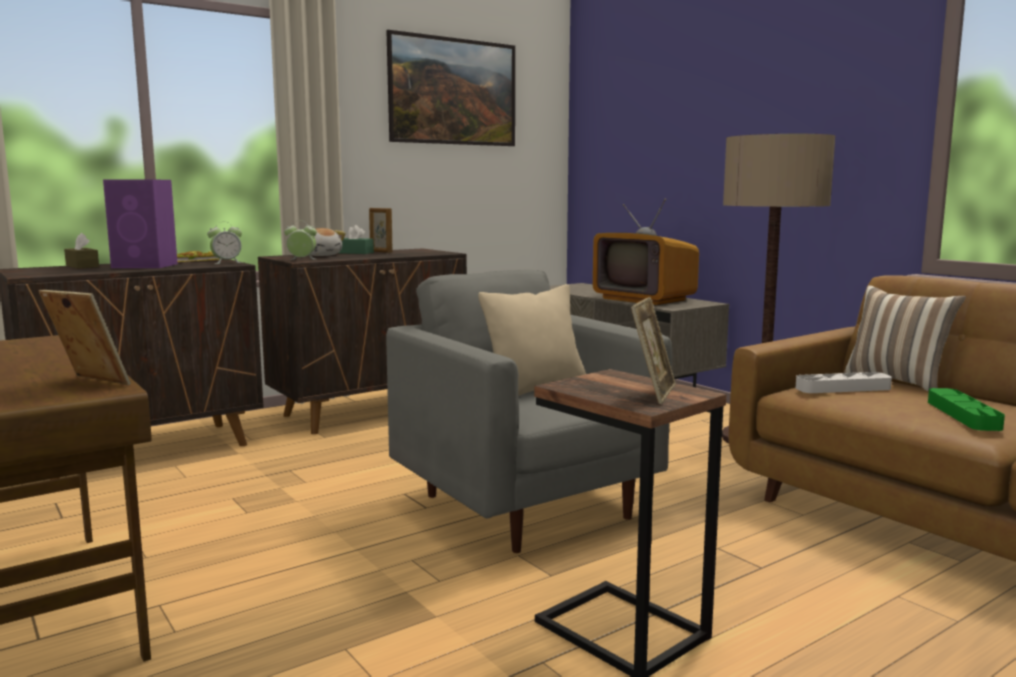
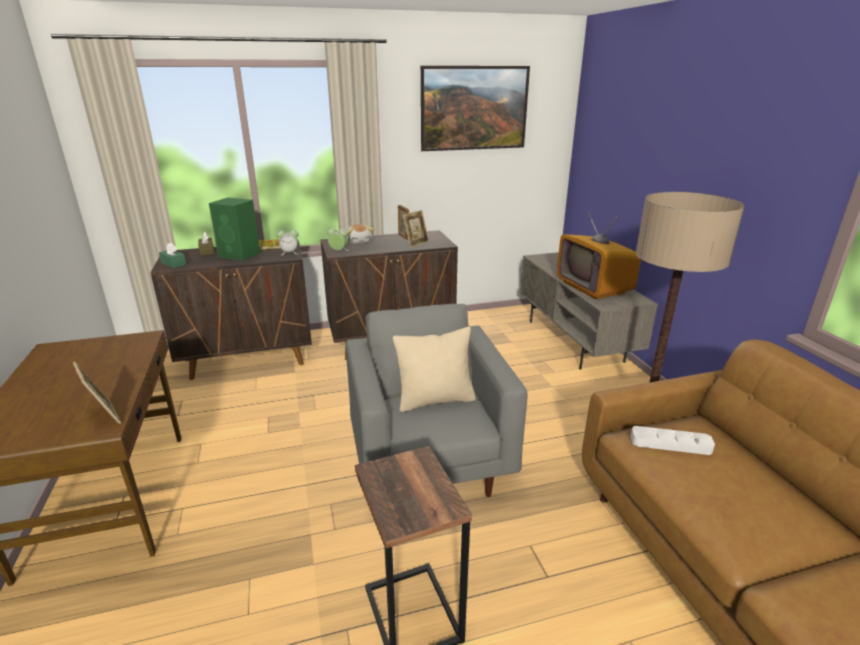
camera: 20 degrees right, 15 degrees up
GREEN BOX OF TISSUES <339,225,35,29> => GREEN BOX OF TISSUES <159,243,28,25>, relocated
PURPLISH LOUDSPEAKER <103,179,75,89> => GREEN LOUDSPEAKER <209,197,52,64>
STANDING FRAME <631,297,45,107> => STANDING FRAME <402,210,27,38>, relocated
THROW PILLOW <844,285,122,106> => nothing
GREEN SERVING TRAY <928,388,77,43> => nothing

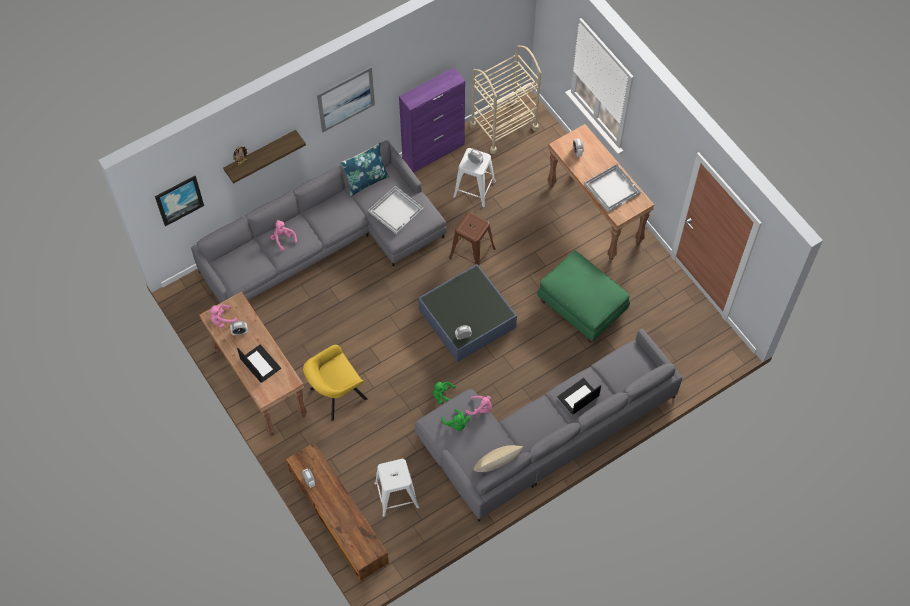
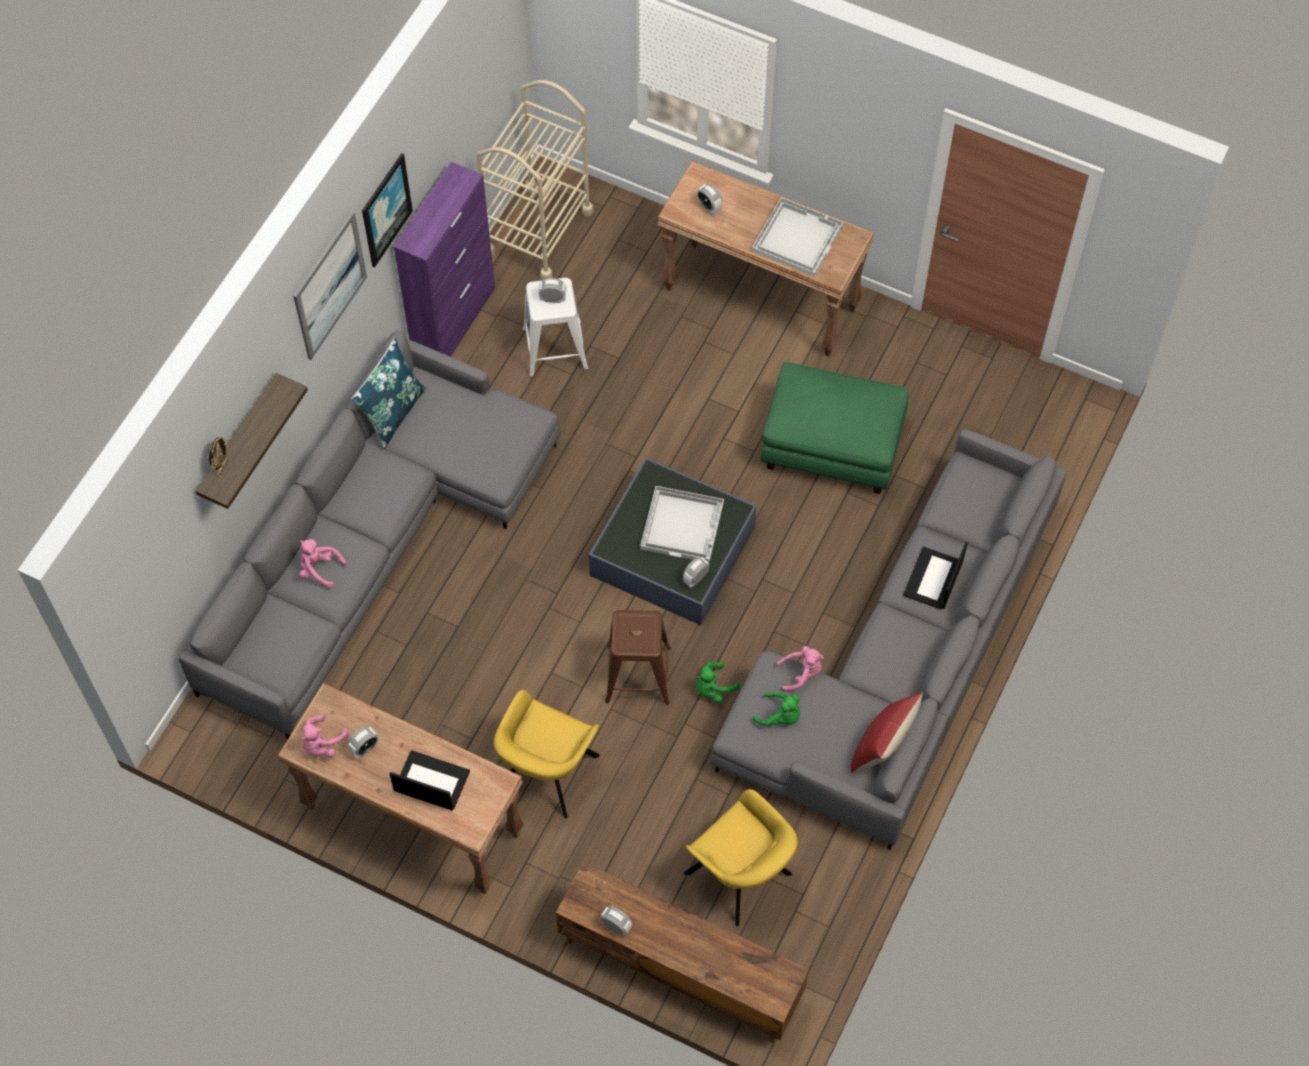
camera: 30 degrees left, 0 degrees up
PICTURE <155,176,49,50> => PICTURE <362,153,51,114>, relocated
BROWN-COLOURED SITTING STOOL <449,212,47,54> => BROWN-COLOURED SITTING STOOL <605,610,66,95>, relocated
WHITE-COLOURED SERVING TRAY <368,186,56,48> => WHITE-COLOURED SERVING TRAY <640,486,84,77>, relocated
WHITE-COLOURED SITTING STOOL <374,459,45,58> => YELLOW-COLOURED LOUNGE CHAIR <684,789,114,138>
BEIGE-COLOURED THROW PILLOW <473,445,51,27> => REDDISH THROW PILLOW <851,692,72,81>

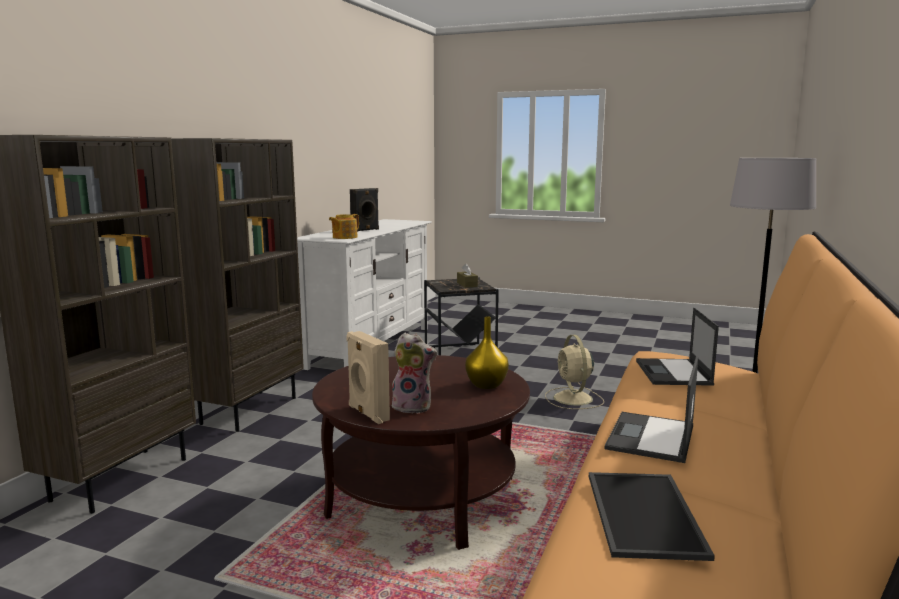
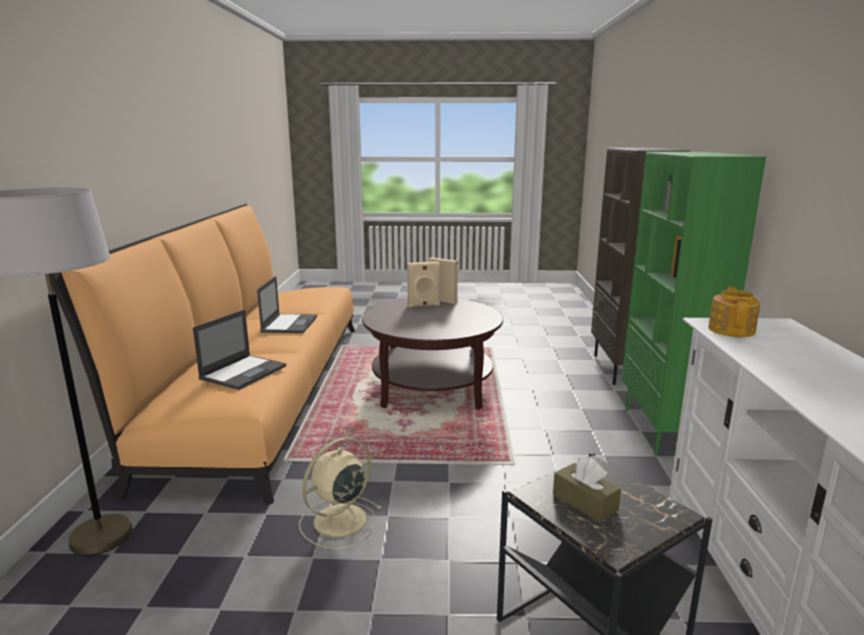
camera: 160 degrees right, 5 degrees up
PORTABLE COMPUTER <636,308,83,78> => PORTABLE COMPUTER <193,310,93,80>, 45 degrees clockwise
BEIGE-COLOURED ELECTRIC FAN <545,335,59,74> => BEIGE-COLOURED ELECTRIC FAN <299,437,82,112>, 105 degrees counterclockwise
CUDDLY TOY <392,333,45,80> => BEIGE-COLOURED LOUDSPEAKER <407,261,33,46>
BROWN-COLOURED BOOKSHELF <171,138,133,294> => GREEN BOOKSHELF <622,152,144,303>
BLACKISH LOUDSPEAKER <350,188,29,44> => nothing
YELLOW-COLOURED FLOWER VASE <465,316,44,73> => nothing
SERVING TRAY <589,472,126,89> => nothing

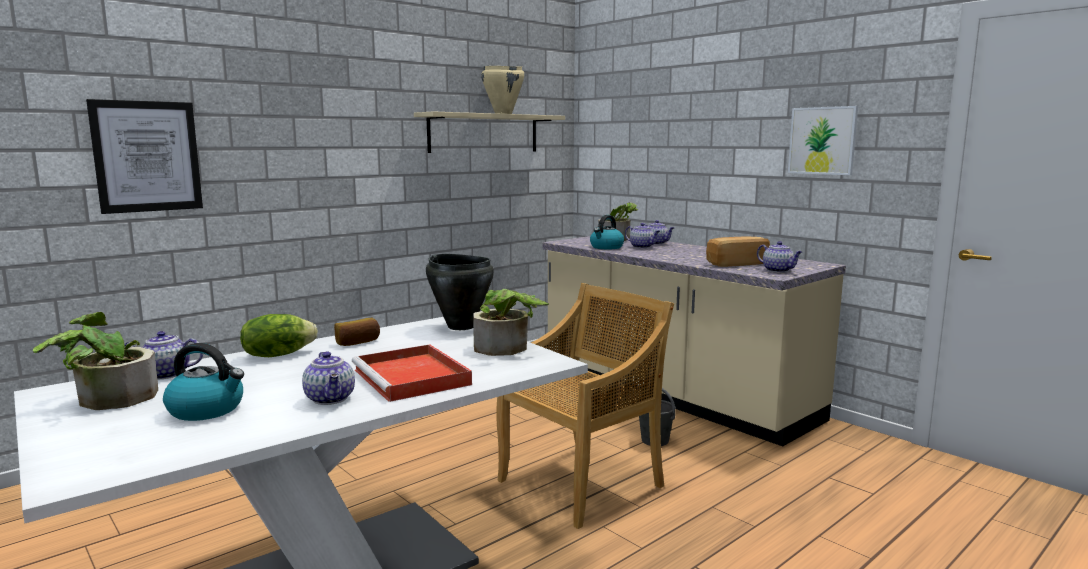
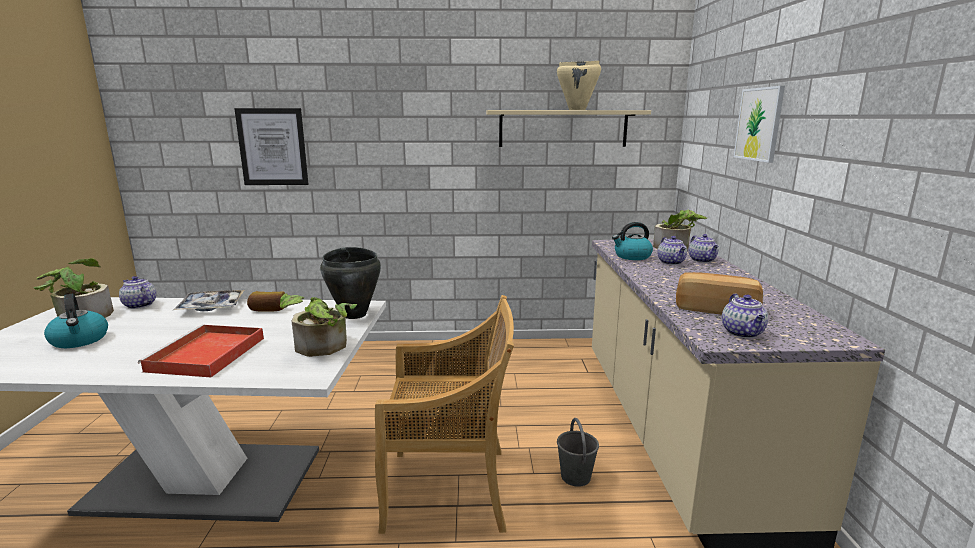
camera: 40 degrees right, 5 degrees up
LETTUCE HEAD <240,314,78,43> => SERVING TRAY <172,290,72,21>
PICTURE <788,106,70,69> => PICTURE <734,86,51,77>, relocated
TEAPOT <302,351,53,54> => nothing

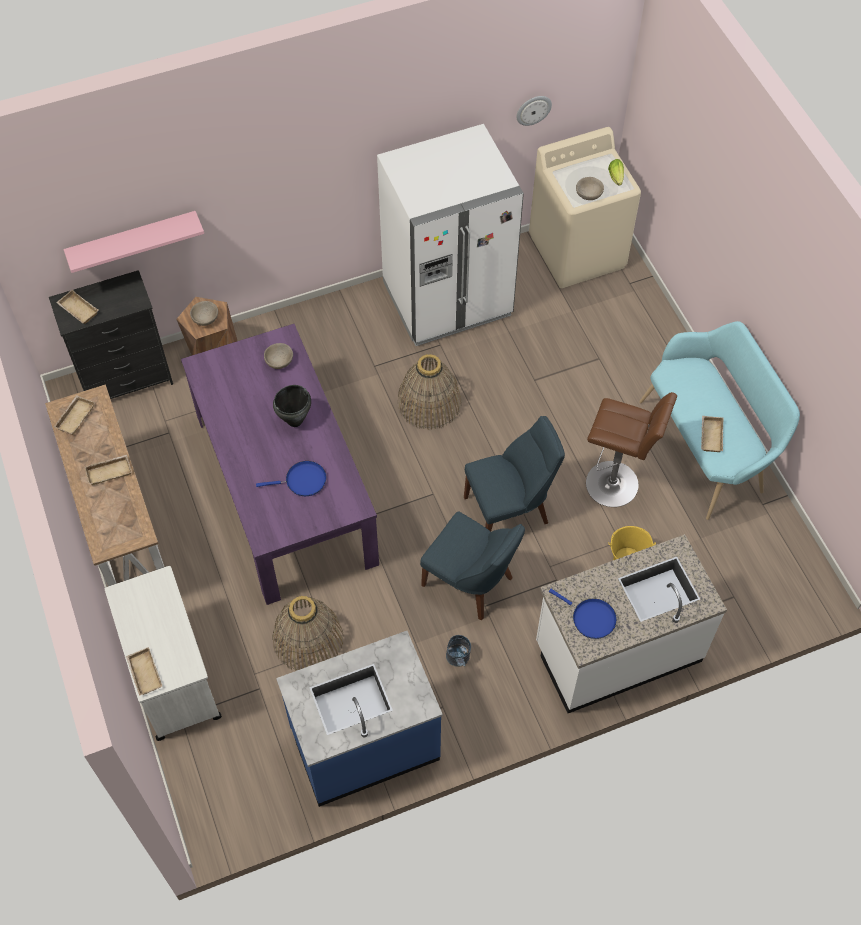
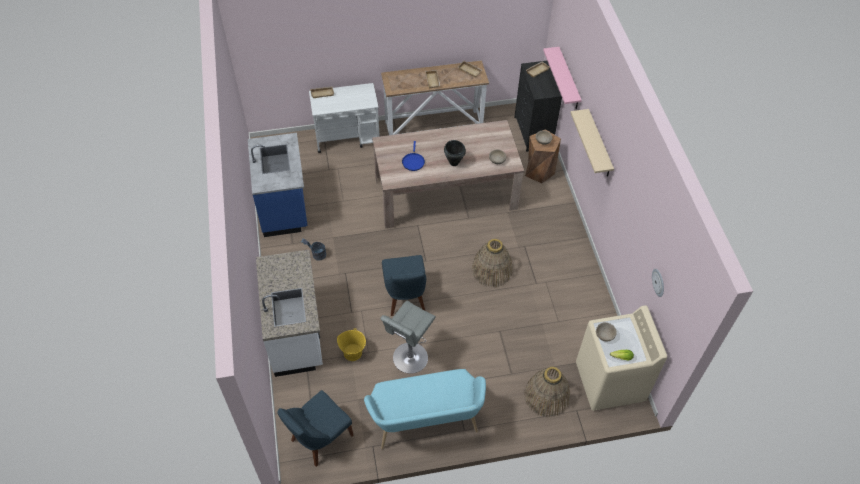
camera: 100 degrees right, 5 degrees down
BLUE-COLOURED CHAIR <420,511,105,110> => BLUE-COLOURED CHAIR <277,390,76,77>, relocated
PURPLISH KITCHEN TABLE <181,324,198,281> => BEIGE-COLOURED KITCHEN TABLE <372,120,153,108>
BROWN-COLOURED SITTING STOOL <586,392,91,115> => GREY SITTING STOOL <380,301,56,73>
BASKET <273,596,71,75> => BASKET <524,367,46,50>, relocated
nothing => BEIGE-COLOURED BRACKET SHELF <571,109,43,68>
WHITE-COLOURED REFRIGERATOR <377,124,147,222> => nothing
BLUE-COLOURED SKILLET <549,589,68,50> => nothing
BEIGE-COLOURED SERVING TRAY <701,416,23,36> => nothing

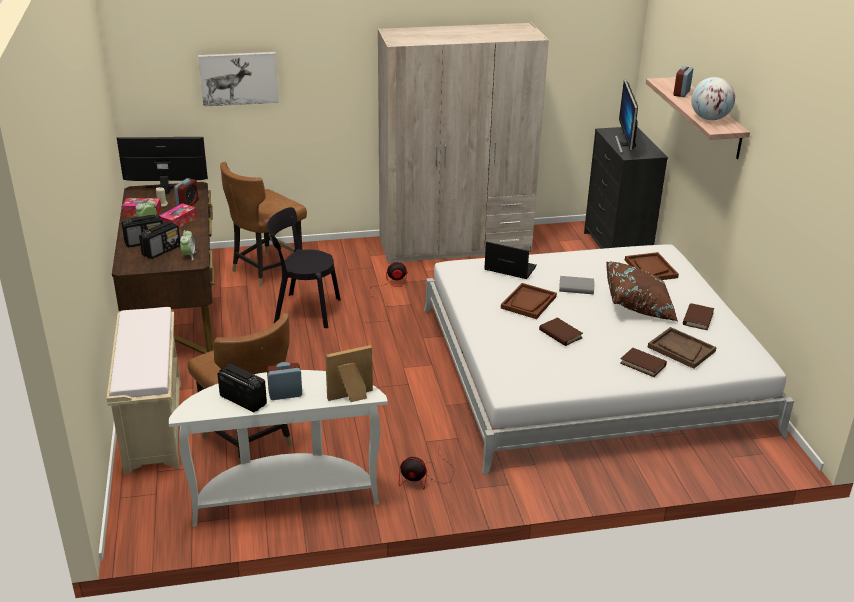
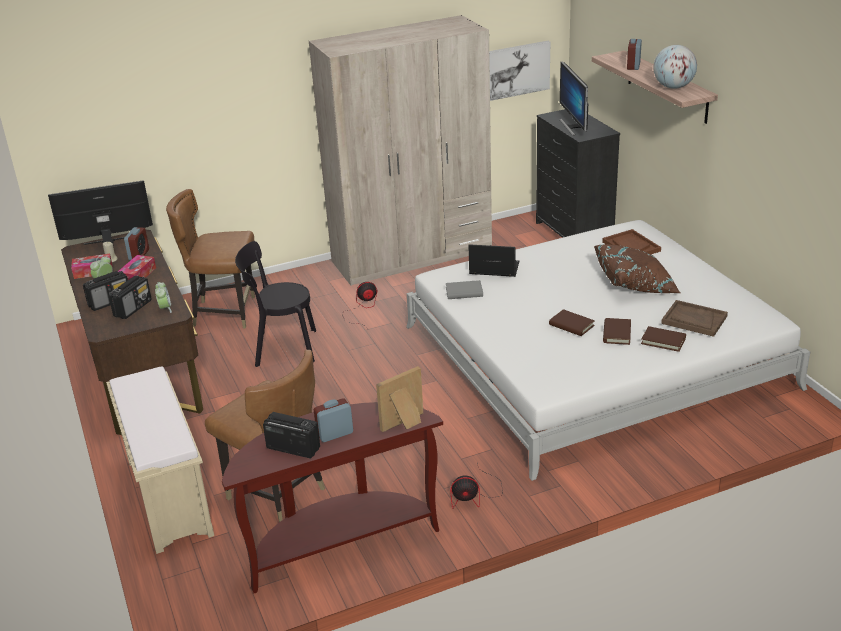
camera: 10 degrees left, 0 degrees up
BROWN-COLOURED CHAIR <220,162,87,125> => BROWN-COLOURED CHAIR <166,189,89,139>, 60 degrees clockwise
WHITE-COLOURED HALL TABLE <169,370,219,157> => BROWN-COLOURED HALL TABLE <222,402,221,191>
GREY BOUND BOOK <559,276,35,18> => GREY BOUND BOOK <446,280,37,19>, relocated
PICTURE <198,52,81,55> => PICTURE <489,41,61,60>, relocated
BROWN-COLOURED BOUND BOOK <683,303,31,27> => BROWN-COLOURED BOUND BOOK <603,318,28,27>, relocated
BROWN-COLOURED SERVING TRAY <501,283,56,36> => nothing

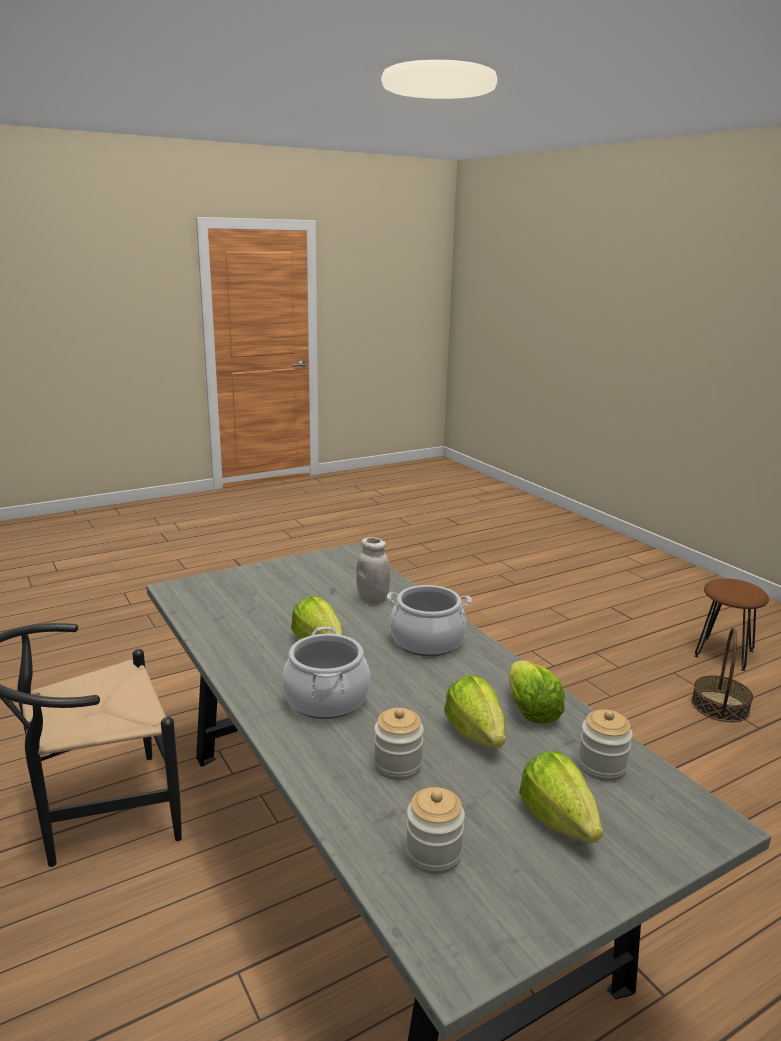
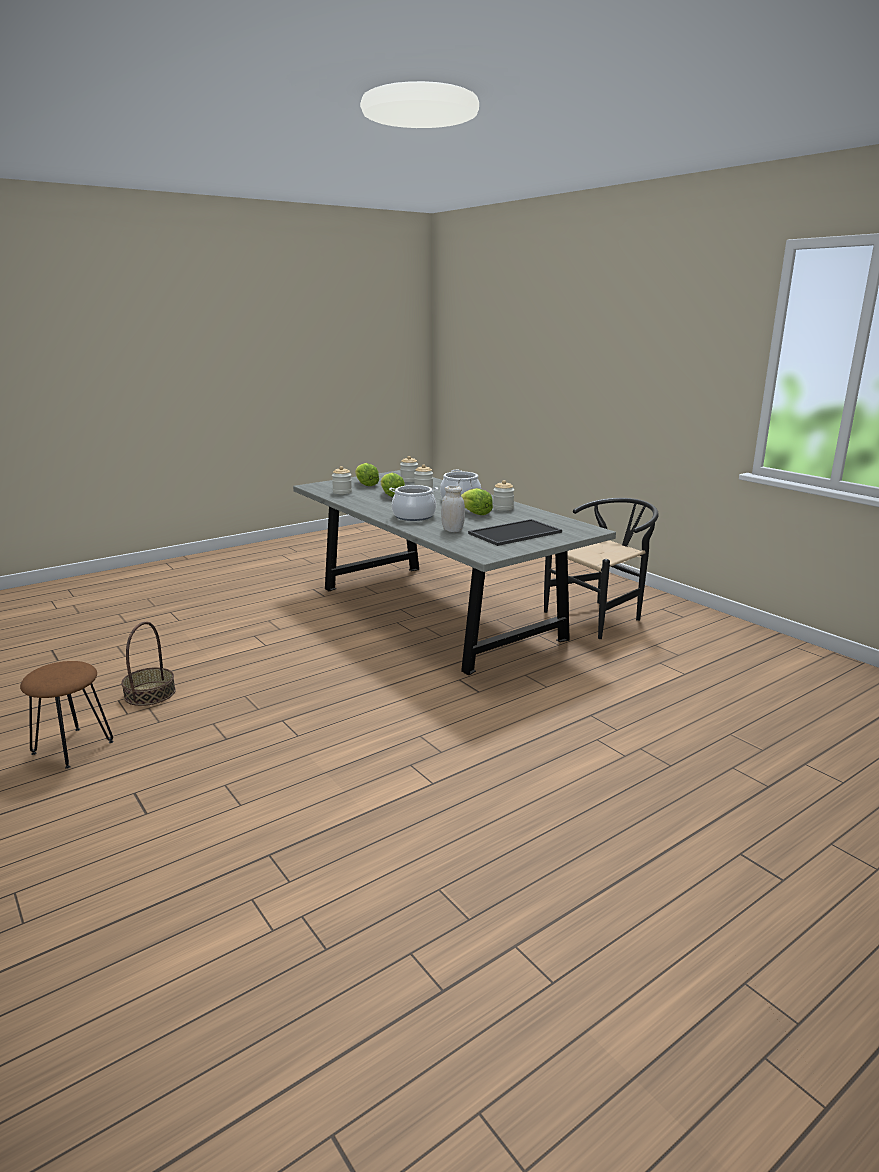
camera: 175 degrees right, 0 degrees up
nothing => SERVING TRAY <468,519,94,27>
nothing => PRESERVE JAR <493,480,21,31>
LETTUCE HEAD <509,660,56,64> => nothing

